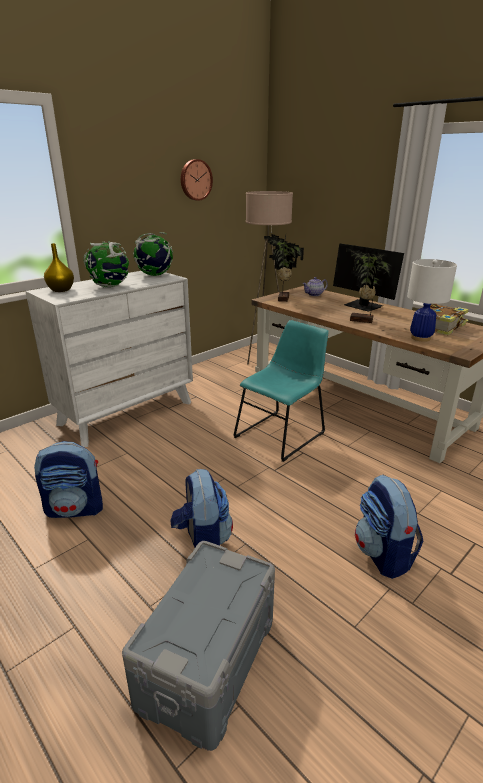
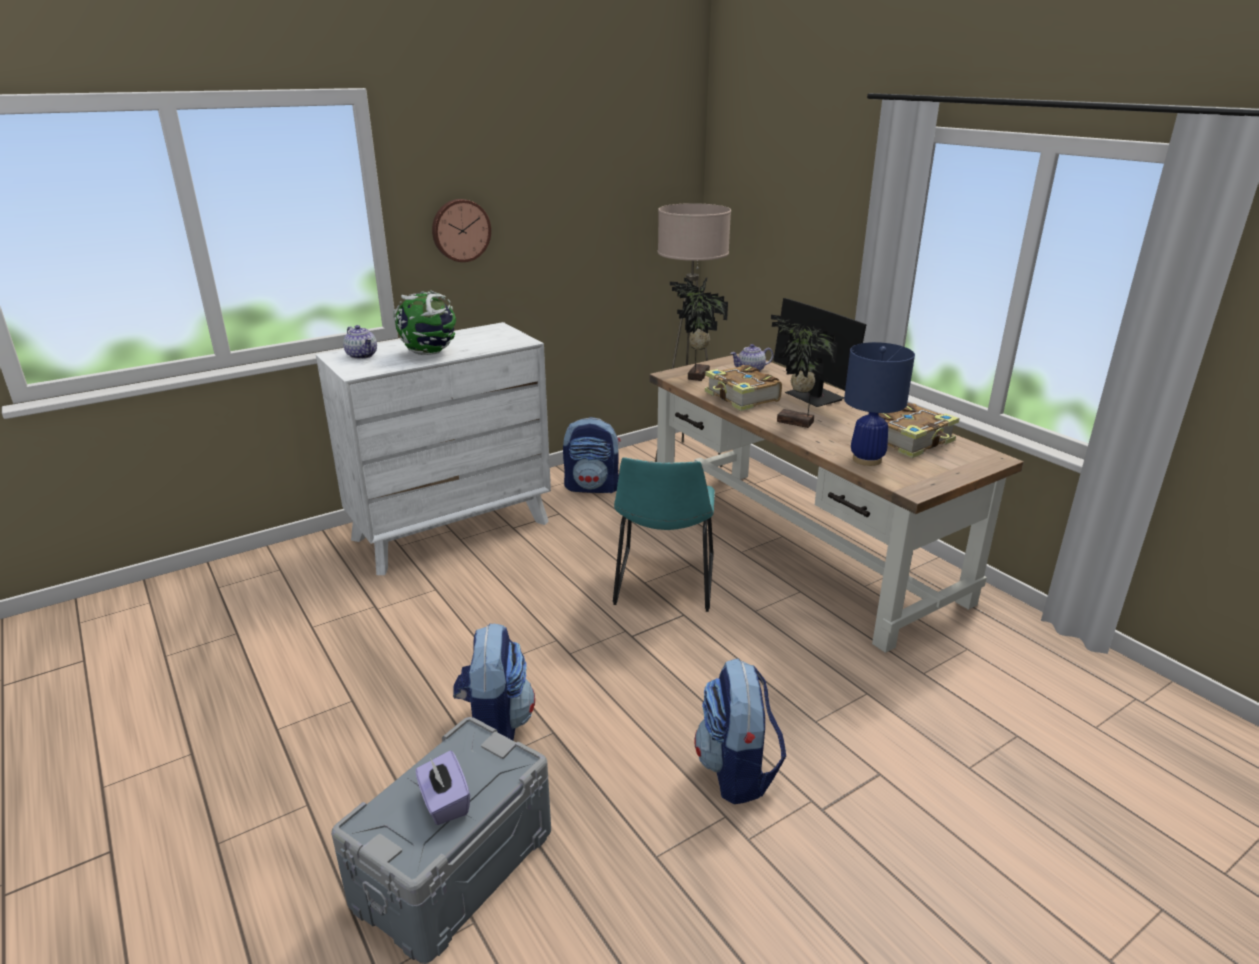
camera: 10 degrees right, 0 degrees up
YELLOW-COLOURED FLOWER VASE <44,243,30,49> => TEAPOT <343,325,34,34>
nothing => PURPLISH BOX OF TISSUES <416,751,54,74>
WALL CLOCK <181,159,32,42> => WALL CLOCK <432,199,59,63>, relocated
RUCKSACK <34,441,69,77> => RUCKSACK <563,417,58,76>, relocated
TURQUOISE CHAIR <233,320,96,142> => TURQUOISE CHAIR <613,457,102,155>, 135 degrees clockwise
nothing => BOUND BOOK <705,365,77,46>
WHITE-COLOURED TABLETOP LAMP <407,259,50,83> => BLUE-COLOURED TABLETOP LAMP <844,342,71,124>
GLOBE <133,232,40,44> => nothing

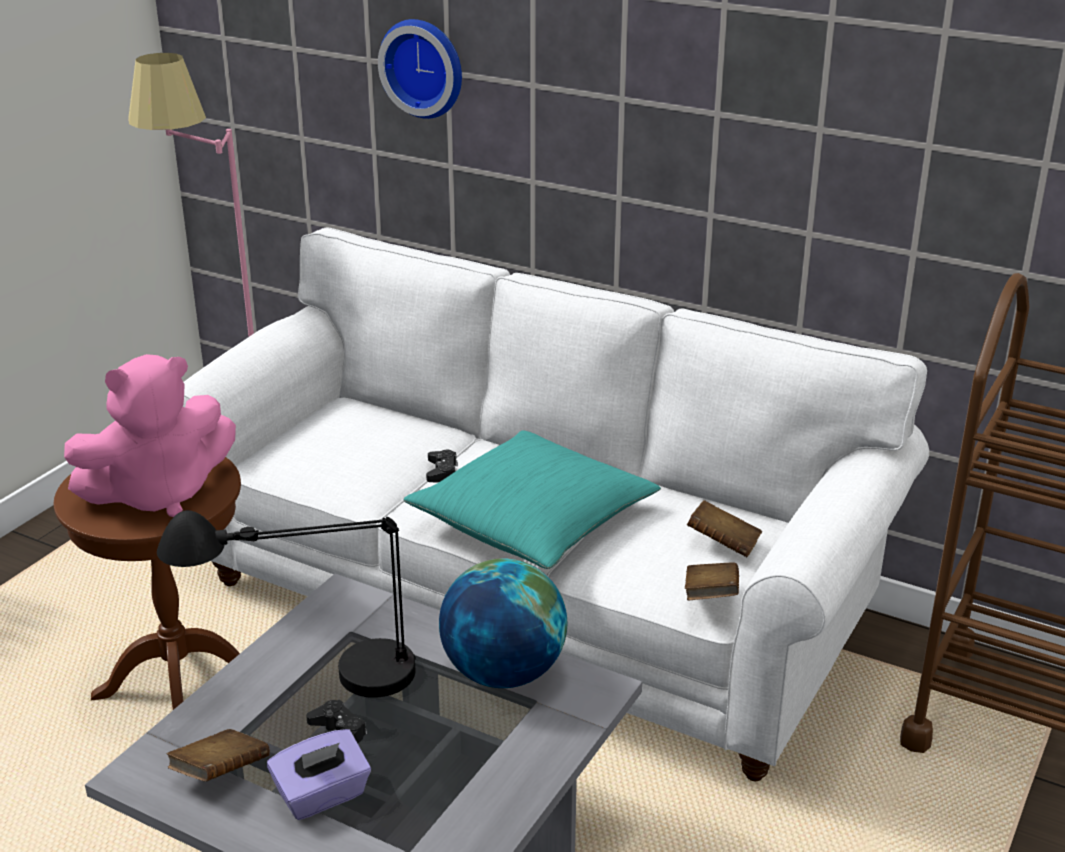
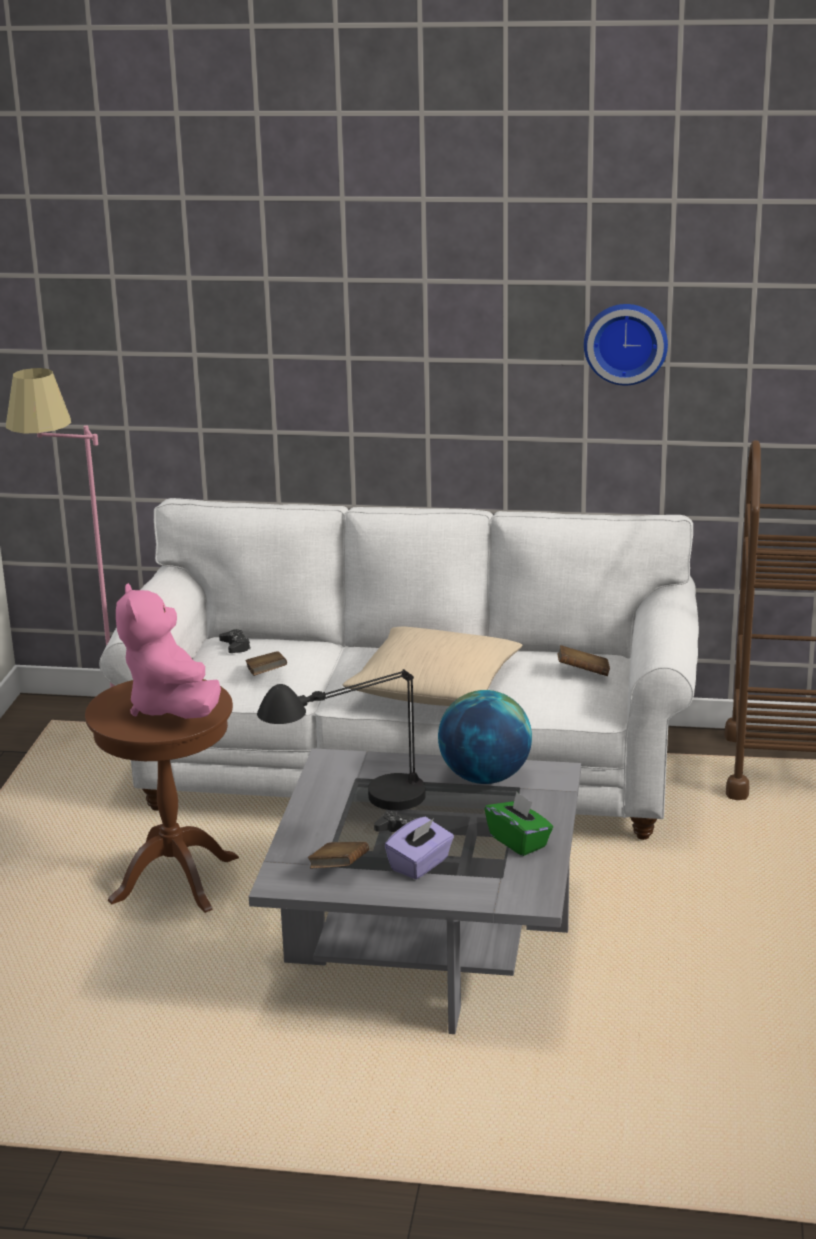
camera: 20 degrees left, 5 degrees down
PINKISH CUDDLY TOY <64,354,172,163> => PINKISH CUDDLY TOY <116,583,105,136>, 120 degrees clockwise
BLACKISH GAME CONTROLLER <426,450,32,33> => BLACKISH GAME CONTROLLER <219,629,32,24>, relocated
BROWN-COLOURED BOUND BOOK <685,562,54,38> => BROWN-COLOURED BOUND BOOK <245,651,42,25>, relocated
TURQUOISE THROW PILLOW <403,430,258,139> => BEIGE-COLOURED THROW PILLOW <343,627,180,79>
nothing => GREEN BOX OF TISSUES <485,792,68,64>
WALL CLOCK <378,19,84,100> => WALL CLOCK <584,304,84,81>, relocated

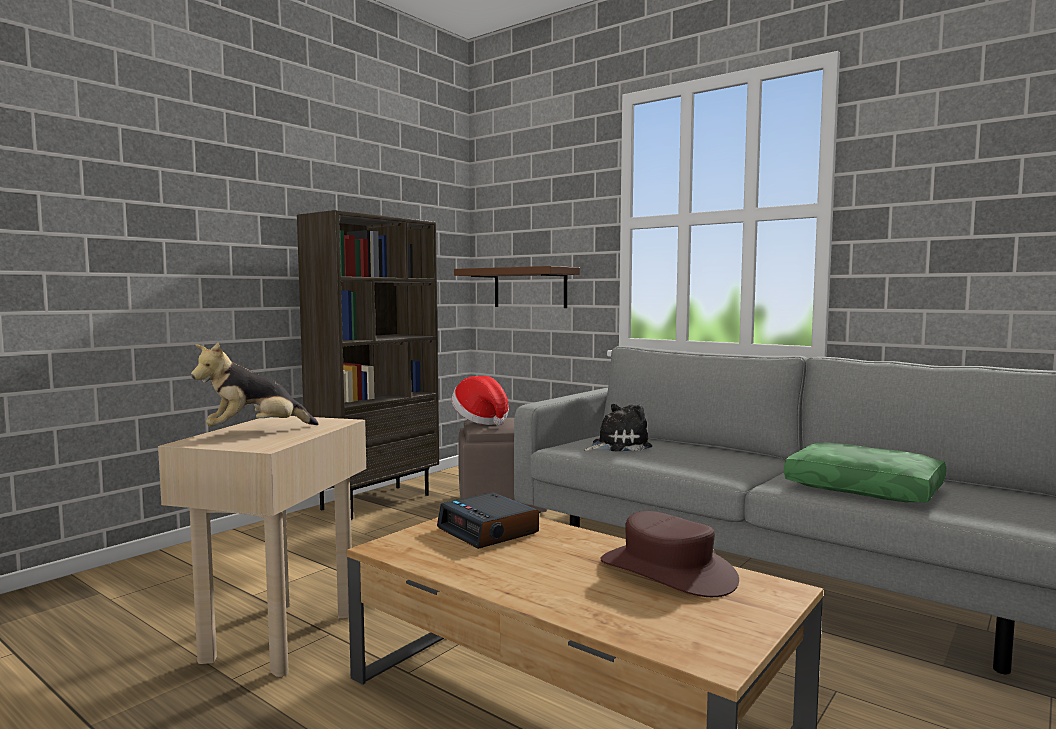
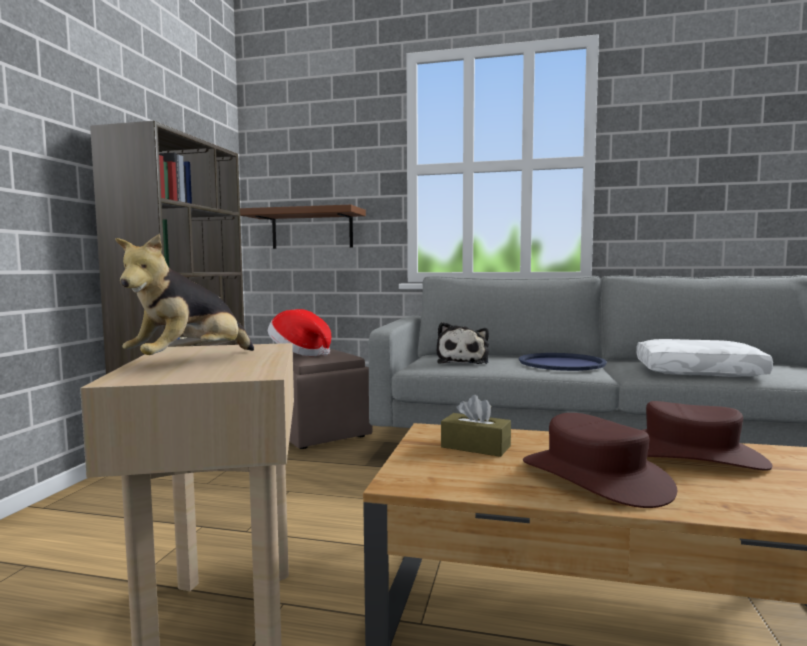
camera: 25 degrees left, 0 degrees up
CUDDLY TOY <584,404,68,47> => CUDDLY TOY <436,322,53,42>, 150 degrees clockwise
BEDSIDE CLOCK <437,492,102,57> => BROWN-COLOURED BOX OF TISSUES <441,395,70,62>
nothing => BLUE-COLOURED SERVING TRAY <519,353,88,18>
nothing => BROWN-COLOURED WEARABLE HAT <523,413,154,95>
GREEN THROW PILLOW <784,442,162,61> => WHITE-COLOURED THROW PILLOW <636,339,137,38>

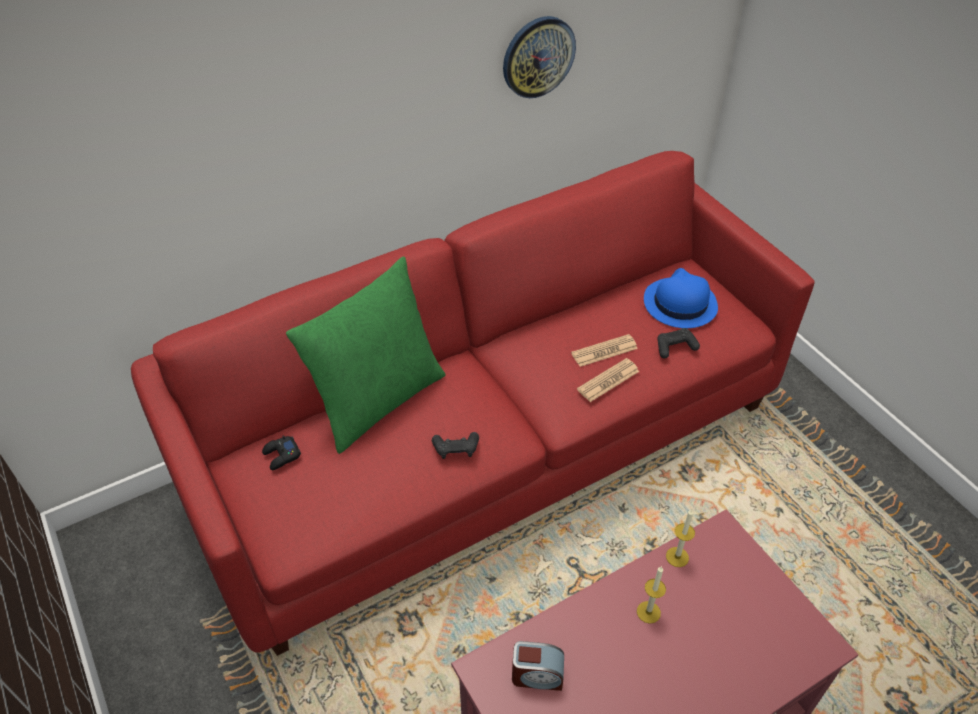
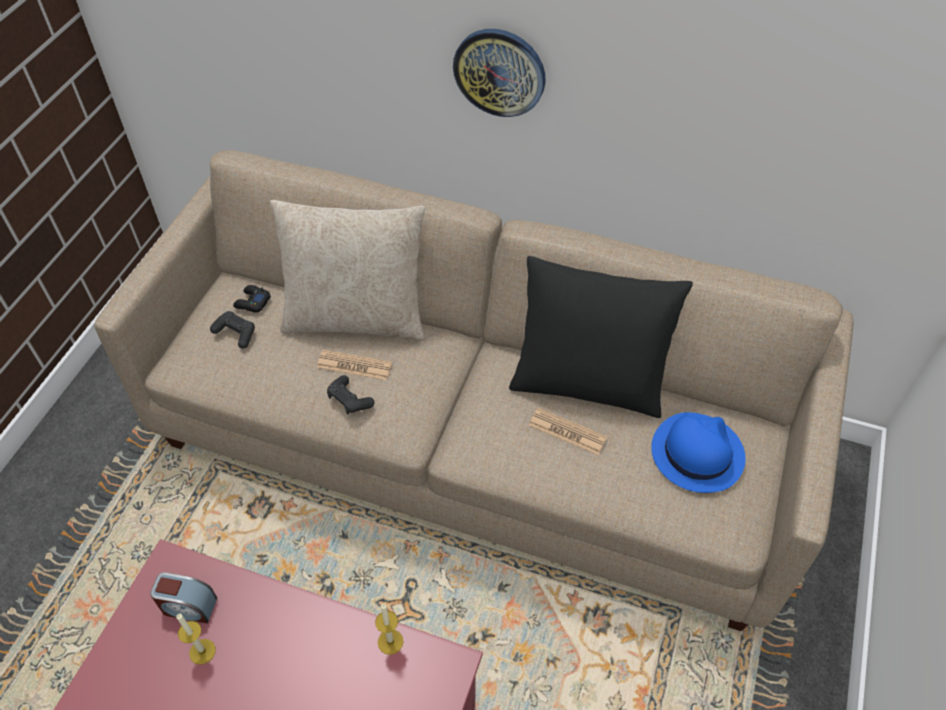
camera: 50 degrees right, 5 degrees up
REDDISH COUCH <131,151,684,505> => BEIGE-COLOURED COUCH <94,150,759,481>
BEDSIDE CLOCK <512,641,52,50> => BEDSIDE CLOCK <150,572,67,52>, 45 degrees counterclockwise
CANDLE <637,566,29,58> => CANDLE <176,613,40,52>, relocated
BLACKISH GAME CONTROLLER <657,328,43,30> => BLACKISH GAME CONTROLLER <210,311,45,38>, relocated
GREEN THROW PILLOW <286,256,160,198> => BEIGE-COLOURED THROW PILLOW <270,200,155,141>
DAILY PAPER <577,358,63,44> => DAILY PAPER <317,350,75,30>, relocated
WALL CLOCK <503,16,73,82> => WALL CLOCK <453,29,93,88>, relocated
nothing => BLACKISH THROW PILLOW <509,256,184,162>

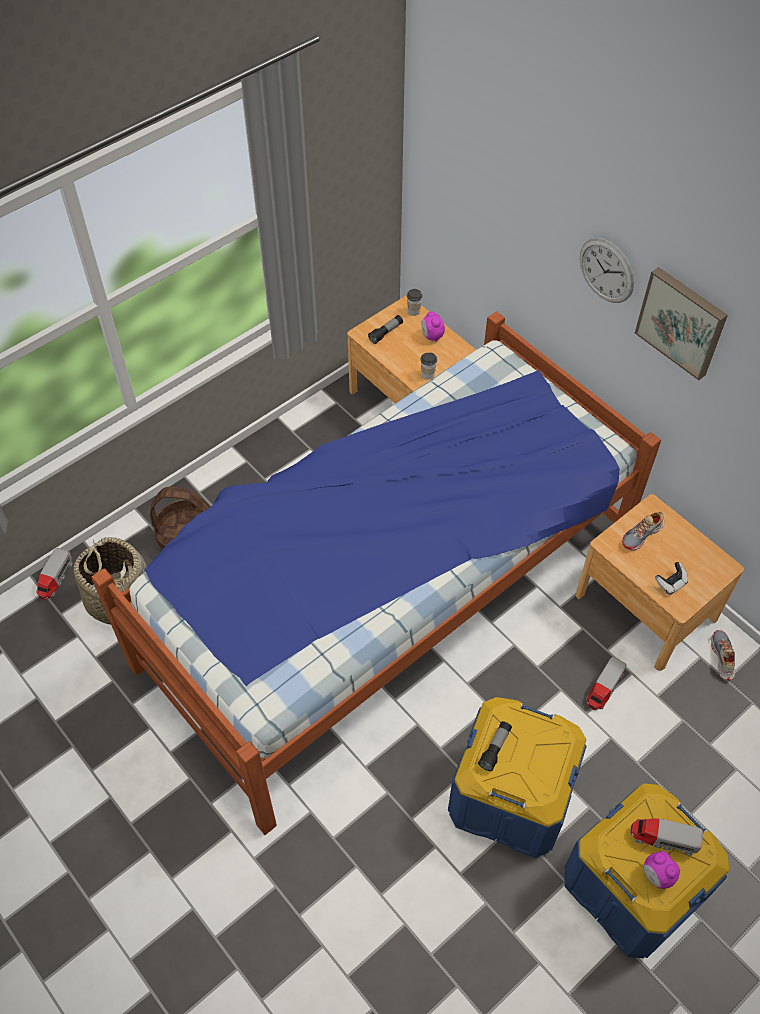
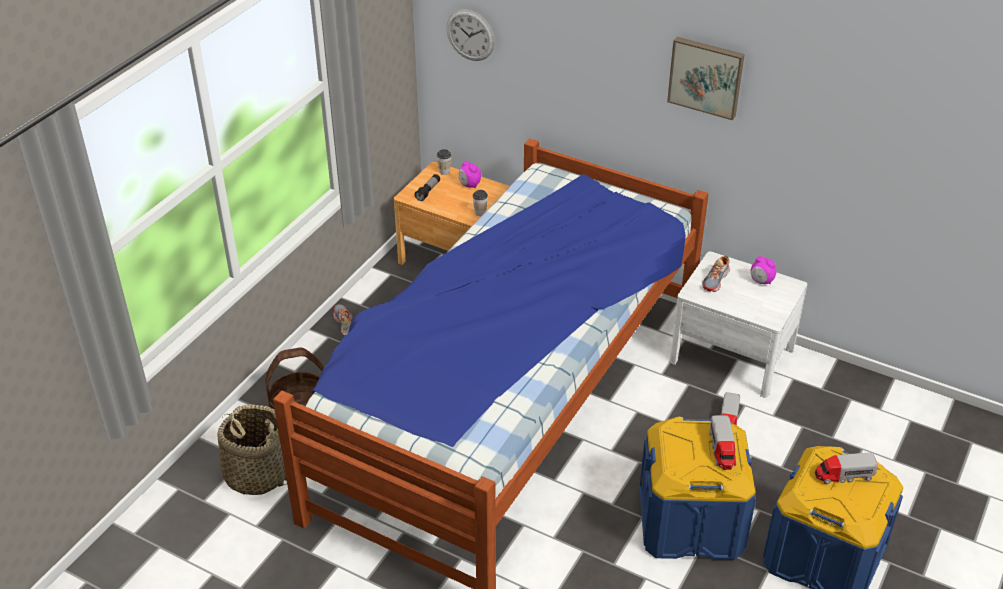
camera: 20 degrees left, 15 degrees down
LOW SHOE <711,630,24,50> => LOW SHOE <333,305,19,31>, relocated
WALL CLOCK <580,238,54,65> => WALL CLOCK <446,9,49,52>, relocated
BROWN-COLOURED NIGHTSTAND <575,494,169,177> => WHITE-COLOURED NIGHTSTAND <670,251,137,147>
TOY LORRY <36,548,37,52> => TOY LORRY <709,415,27,55>, relocated
BEDSIDE CLOCK <644,851,36,38> => BEDSIDE CLOCK <751,256,26,28>, relocated
TORCH <478,721,34,50> => nothing
GAME CONTROLLER <655,562,33,33> => nothing

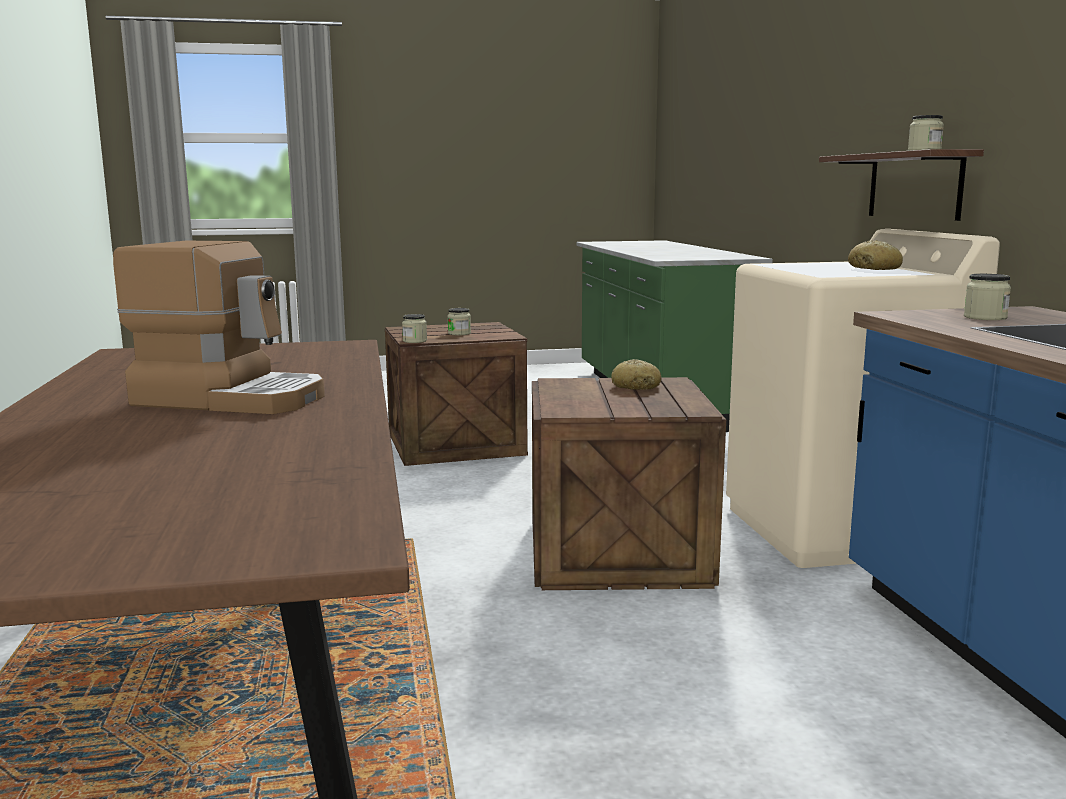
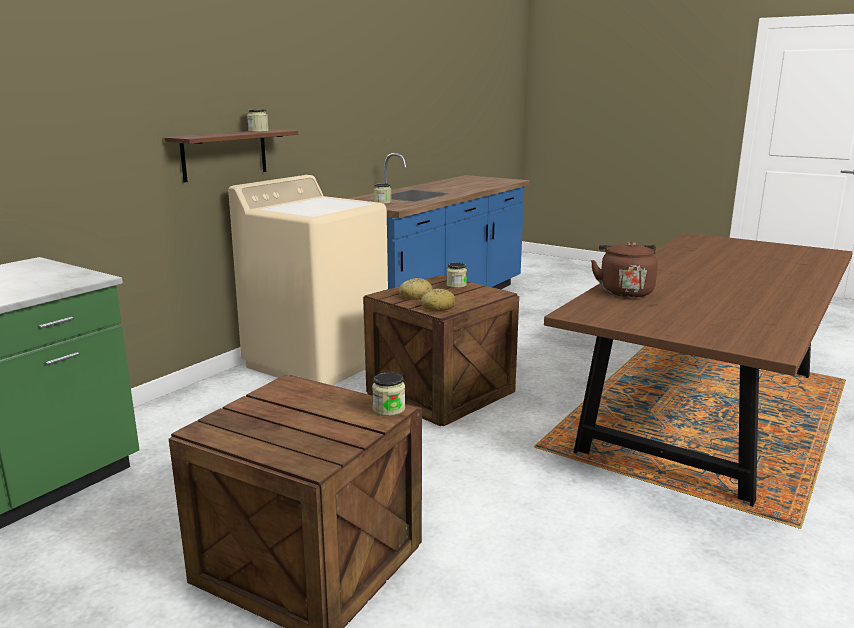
camera: 135 degrees left, 5 degrees up
BAKERY BREAD <848,240,55,30> => BAKERY BREAD <421,289,34,22>, relocated
PRESERVE JAR <447,308,24,27> => PRESERVE JAR <446,262,21,26>, relocated
nothing => BROWN-COLOURED WATER KETTLE <591,242,67,56>
COFFEE MACHINE <113,241,212,173> => nothing

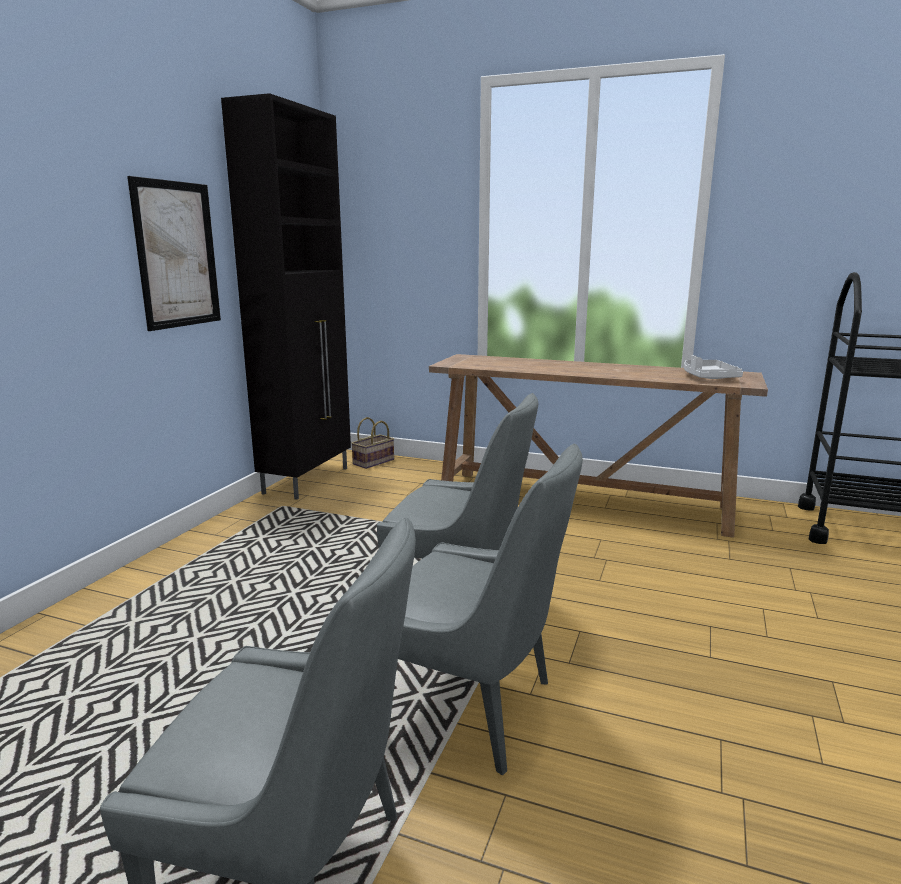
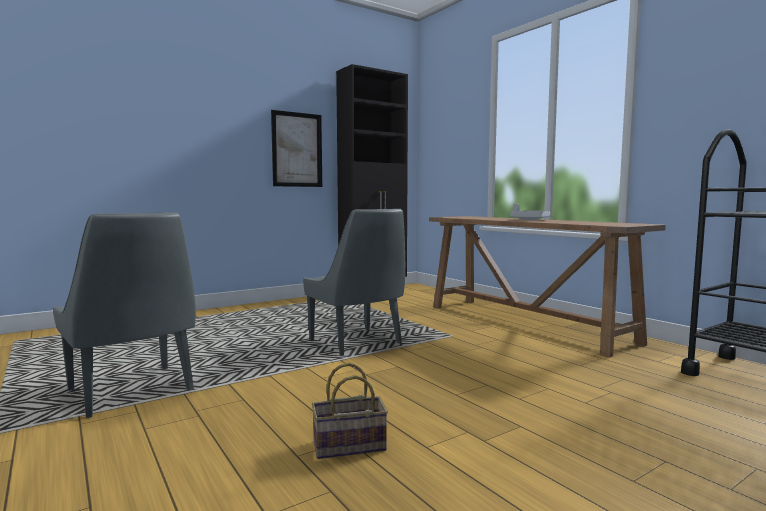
camera: 35 degrees right, 10 degrees down
BASKET <351,417,43,52> => BASKET <312,363,76,96>, relocated
GREY SERVING TRAY <684,355,59,24> => GREY SERVING TRAY <510,204,40,16>, relocated
GREY CHAIR <398,443,185,332> => nothing

